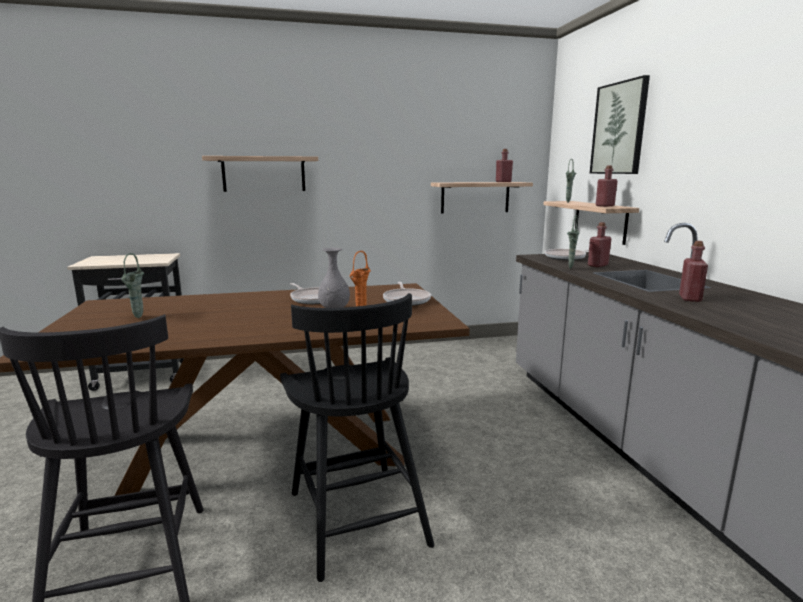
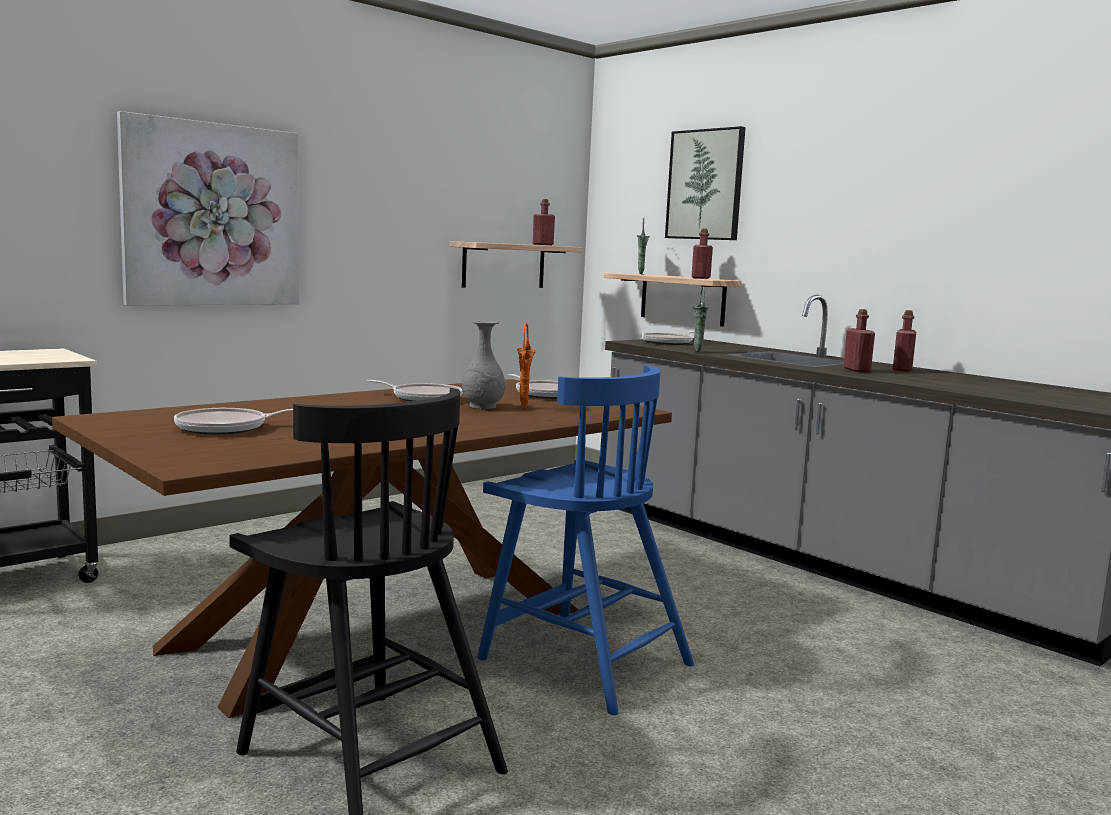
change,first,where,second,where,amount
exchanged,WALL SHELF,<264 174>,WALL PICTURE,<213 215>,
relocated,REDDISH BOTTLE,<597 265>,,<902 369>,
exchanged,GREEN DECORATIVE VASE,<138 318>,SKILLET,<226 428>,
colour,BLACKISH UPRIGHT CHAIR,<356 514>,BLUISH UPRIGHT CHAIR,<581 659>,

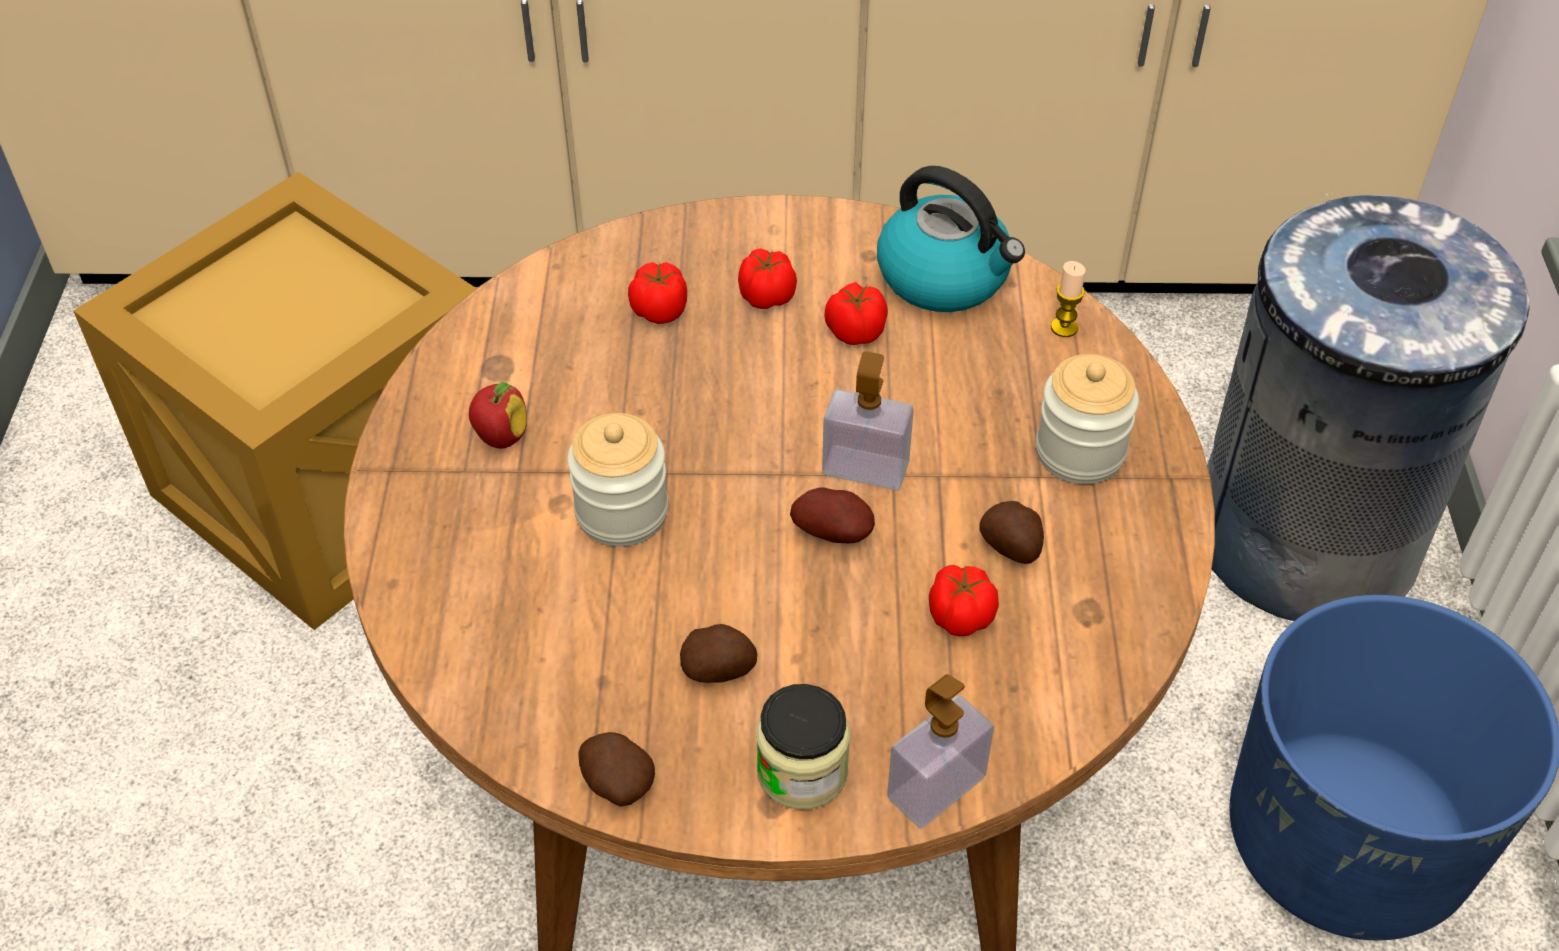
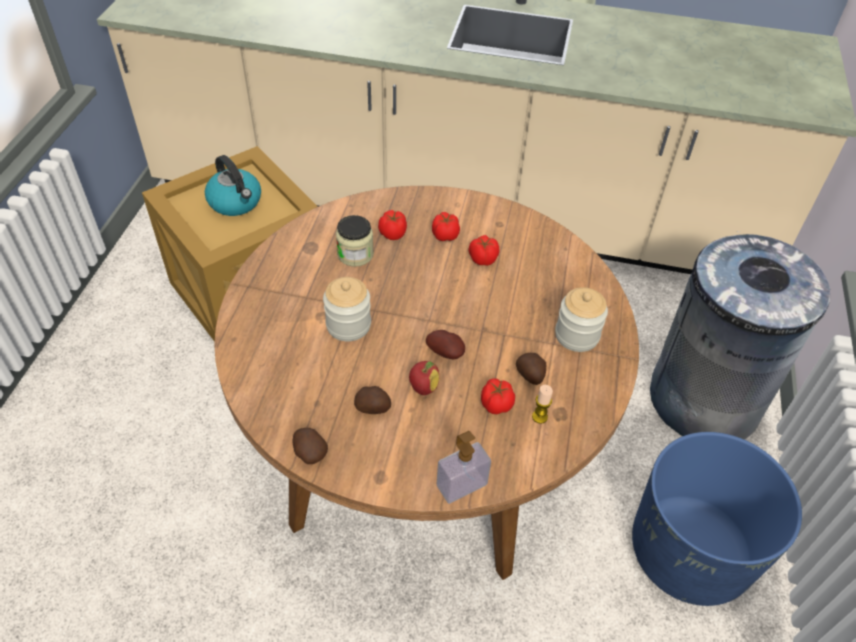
change,first,where,second,where,amount
relocated,KETTLE,<945 277>,,<236 202>,
relocated,WAX CANDLE,<1064 327>,,<539 417>,
missing,LIQUID SOAP BOTTLE,<865 468>,,,
relocated,APPLE,<501 437>,,<423 388>,
relocated,PRESERVE JAR,<802 771>,,<355 254>,

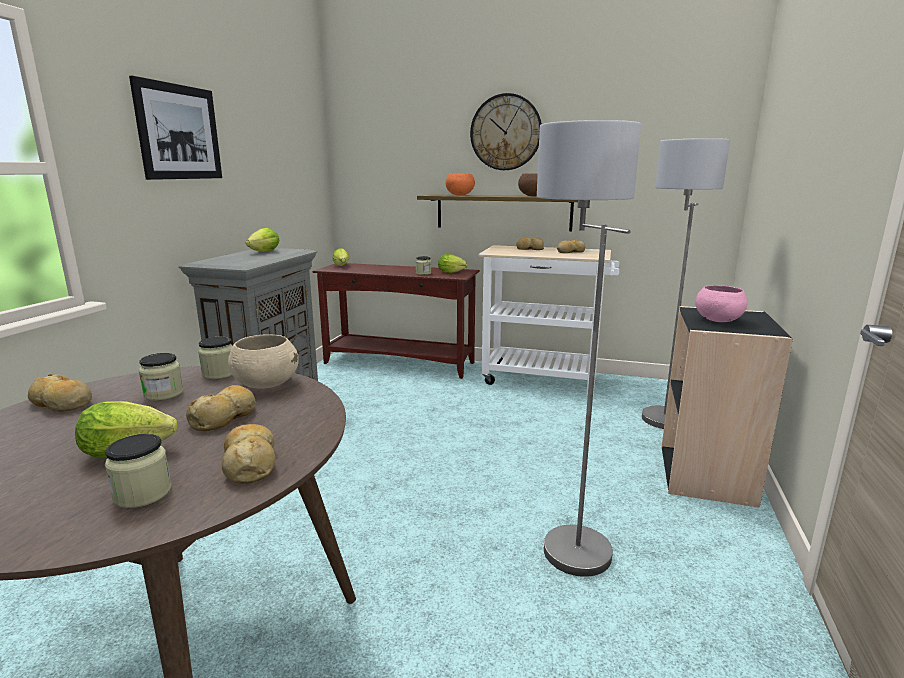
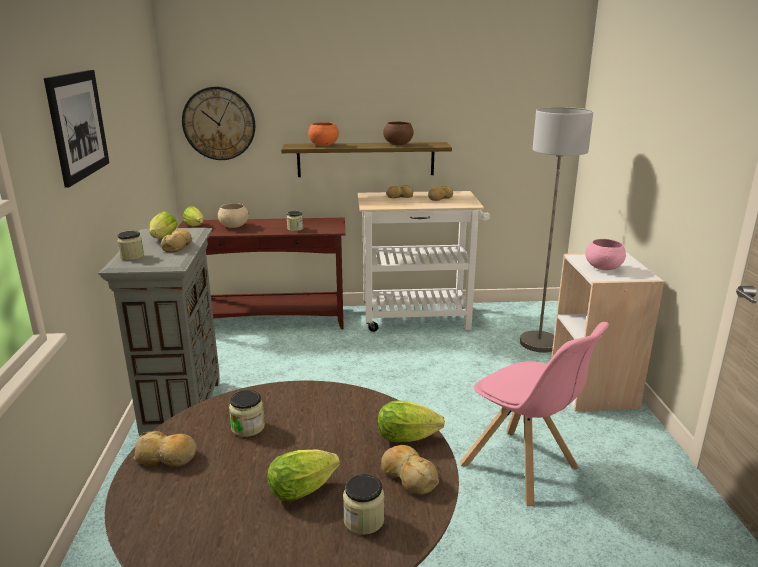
change,first,where,second,where,amount
relocated,WALL CLOCK,<506 132>,,<219 123>,
exchanged,GREYISH STANDARD LAMP,<565 540>,PINKISH UPRIGHT CHAIR,<524 468>,
relocated,LETTUCE HEAD,<453 273>,,<411 438>,
colour,BLACKISH BOOKSHELF,<707 475>,WHITE-COLOURED BOOKSHELF,<594 389>,
relocated,BEIGE-COLOURED SERVING BOWL,<266 384>,,<234 226>,
relocated,PRESERVE JAR,<219 373>,,<132 256>,
relocated,BREAD,<225 417>,,<177 246>,

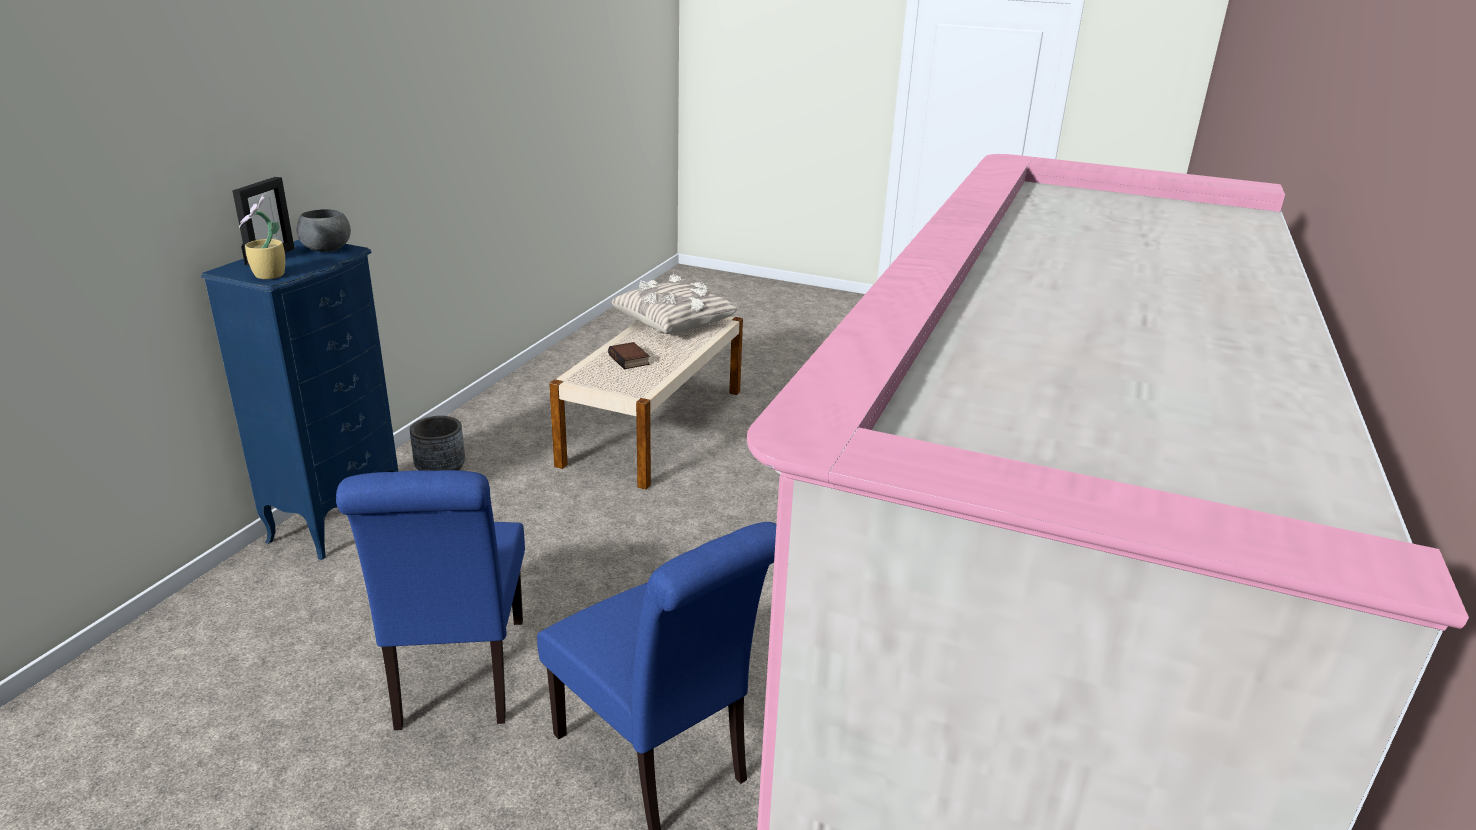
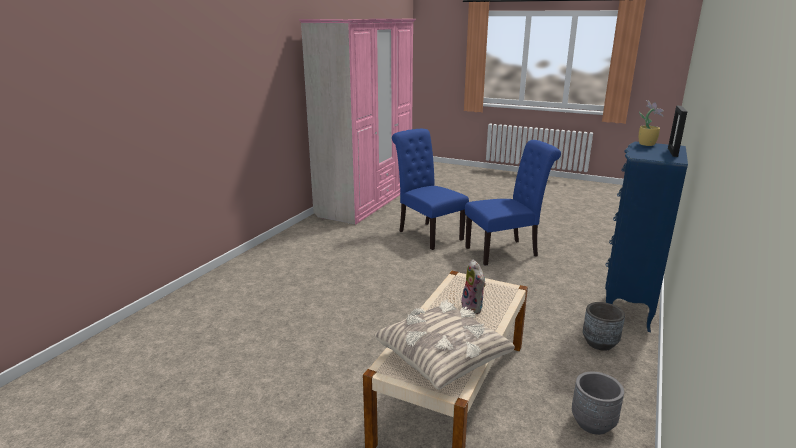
change,first,where,second,where,amount
missing,GREYISH SERVING BOWL,<327 250>,,,
exchanged,BOOK,<630 360>,SOFT TOY,<474 308>,
spun,BLUISH UPRIGHT CHAIR,<458 679>,,<505 251>,75 degrees clockwise
appeared,,,GREYISH PLANTER,<593 423>,

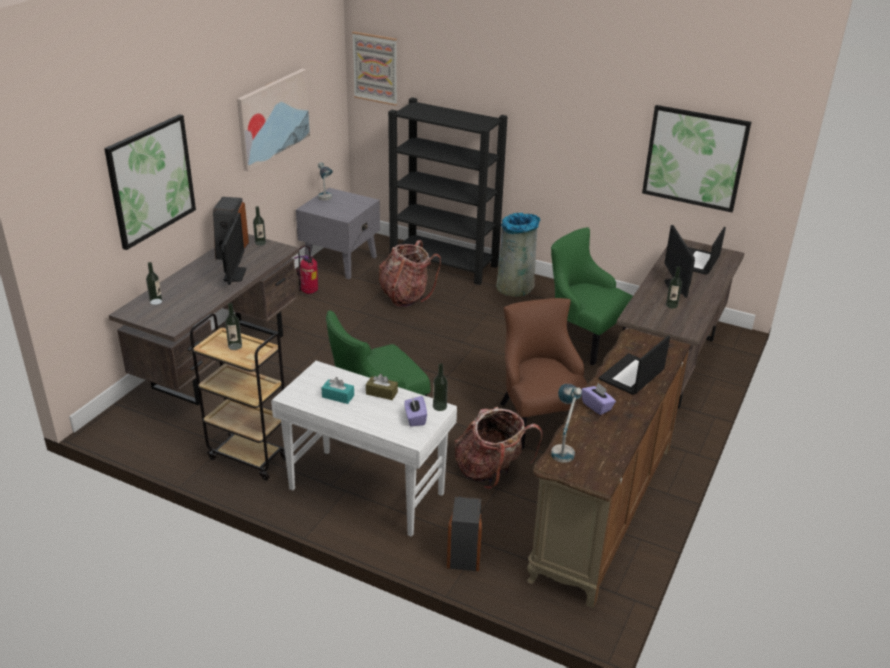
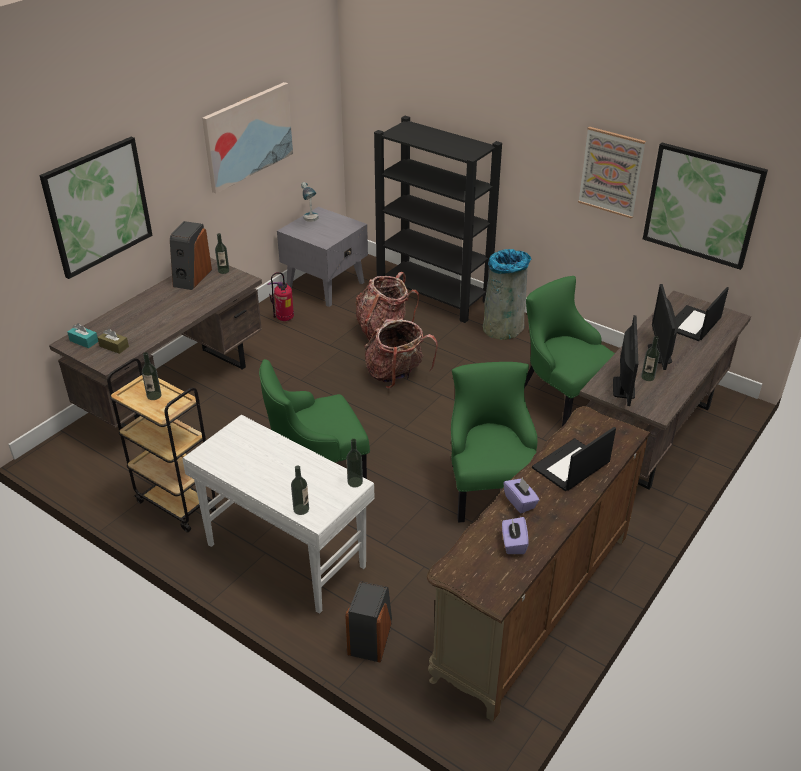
change,first,where,second,where,amount
relocated,WALL PICTURE,<375 68>,,<611 172>,
relocated,COMPUTER DISPLAY,<234 274>,,<623 387>,
relocated,BOTTLE,<156 301>,,<301 509>,
colour,BROWNISH UPRIGHT CHAIR,<539 423>,GREEN UPRIGHT CHAIR,<489 493>,
relocated,BROWNISH TISSUE HOLDER,<381 393>,,<114 346>,
relocated,TURQUOISE-COLOURED TISSUE HOLDER,<338 396>,,<84 341>,
missing,TABLETOP LAMP,<563 448>,,,
relocated,PURPLE TISSUE HOLDER,<415 418>,,<513 543>,
relocated,BACKPACK,<491 471>,,<396 375>,

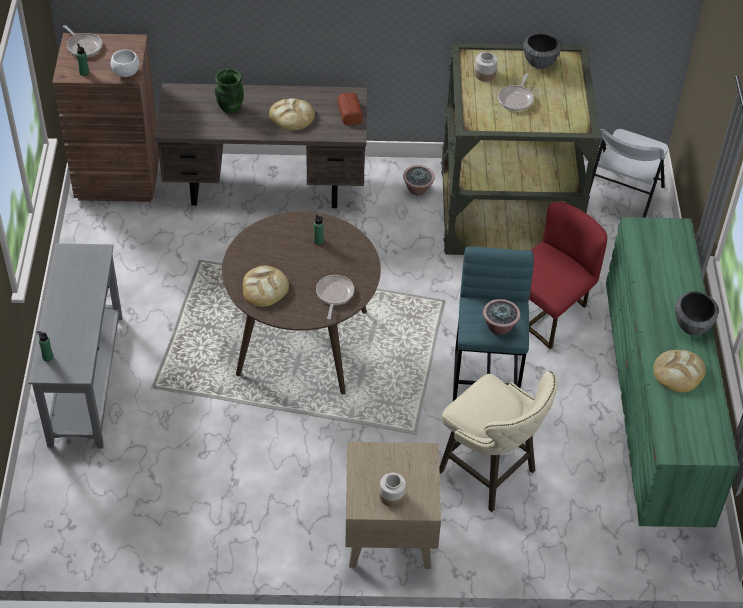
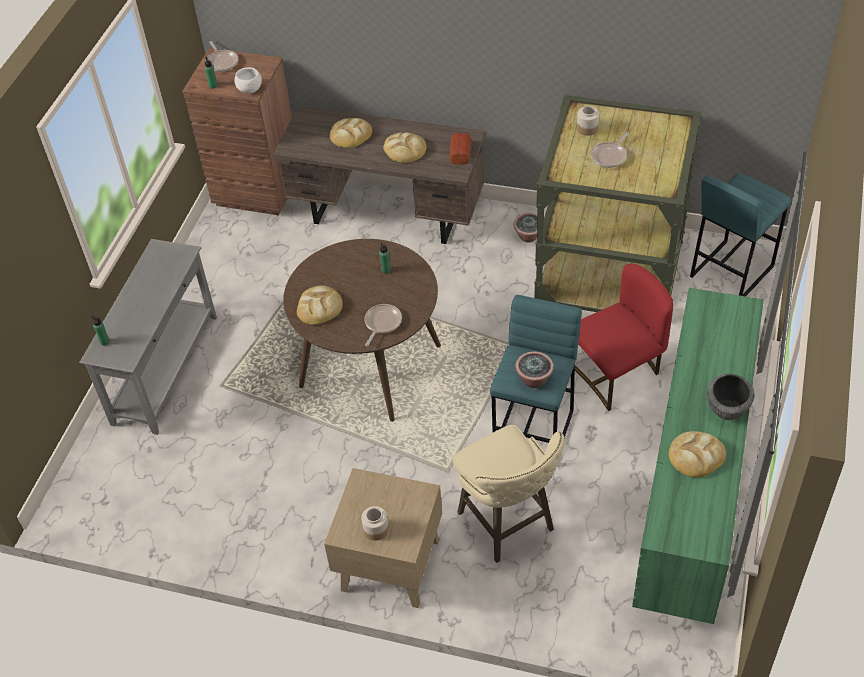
change,first,where,second,where,amount
missing,SERVING BOWL,<539 63>,,,
exchanged,GREEN DECORATIVE VASE,<230 108>,BREAD,<350 135>,
exchanged,WHITE-COLOURED UPRIGHT CHAIR,<622 198>,TURQUOISE-COLOURED STOOL,<730 272>,

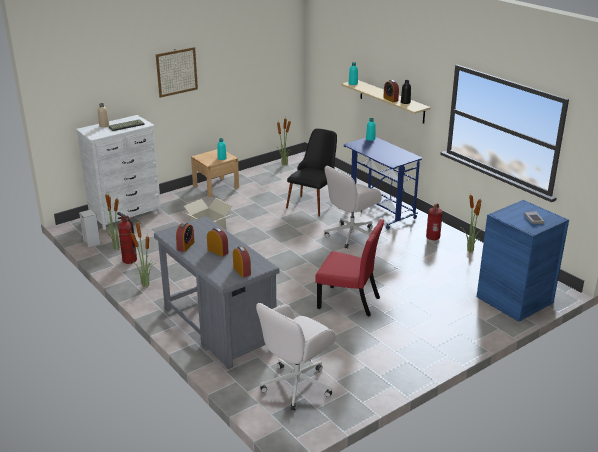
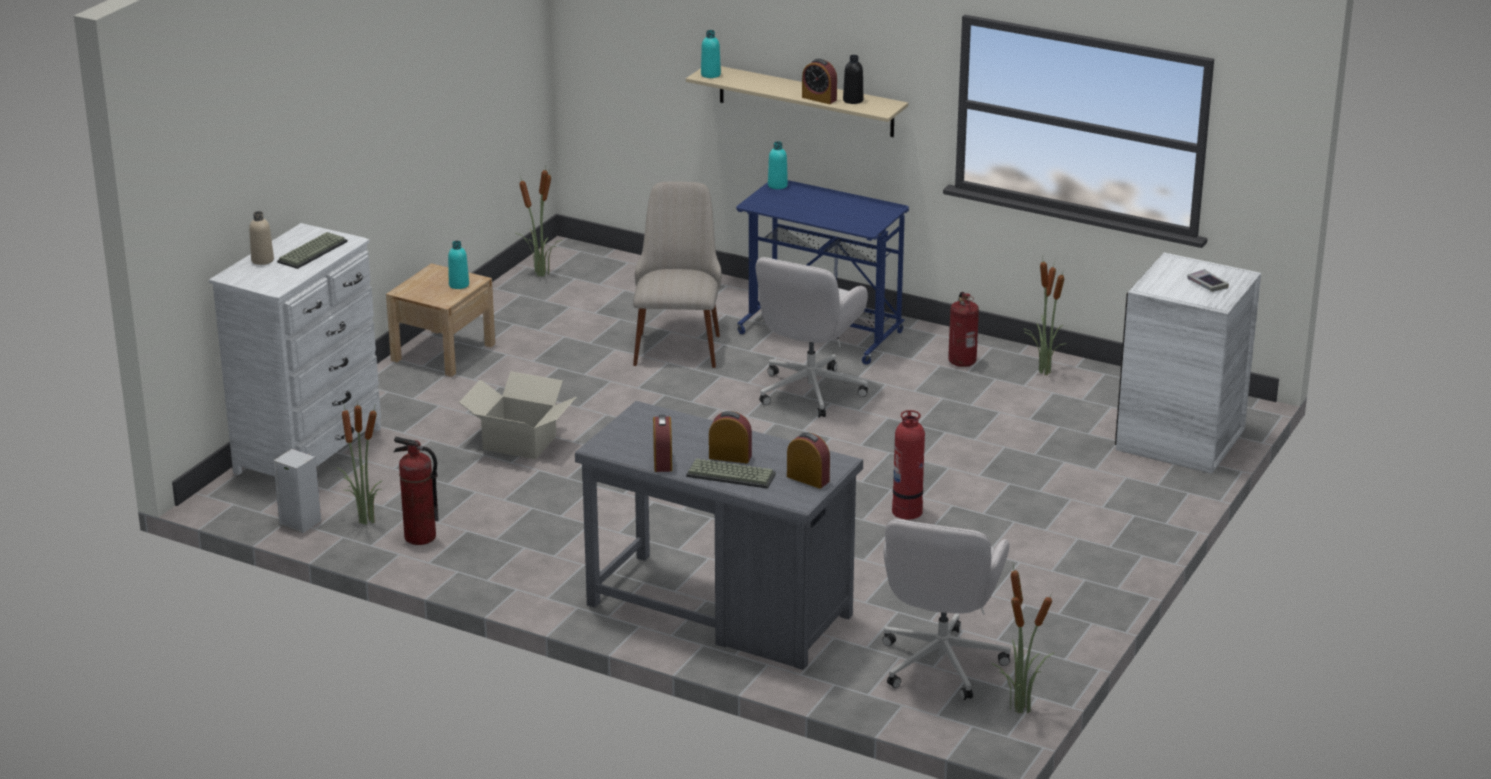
change,first,where,second,where,amount
missing,WALL PICTURE,<176 71>,,,
colour,BLACKISH UPRIGHT CHAIR,<313 202>,BEIGE-COLOURED UPRIGHT CHAIR,<678 342>,
colour,BLUISH STORAGE CABINET,<514 300>,WHITE-COLOURED STORAGE CABINET,<1179 440>,
exchanged,REDDISH UPRIGHT CHAIR,<348 301>,EXTINGUISHER,<907 511>,
relocated,PLANT IN A POT,<146 284>,,<1019 707>,
appeared,,,COMPUTER KEYBOARD,<732 474>,

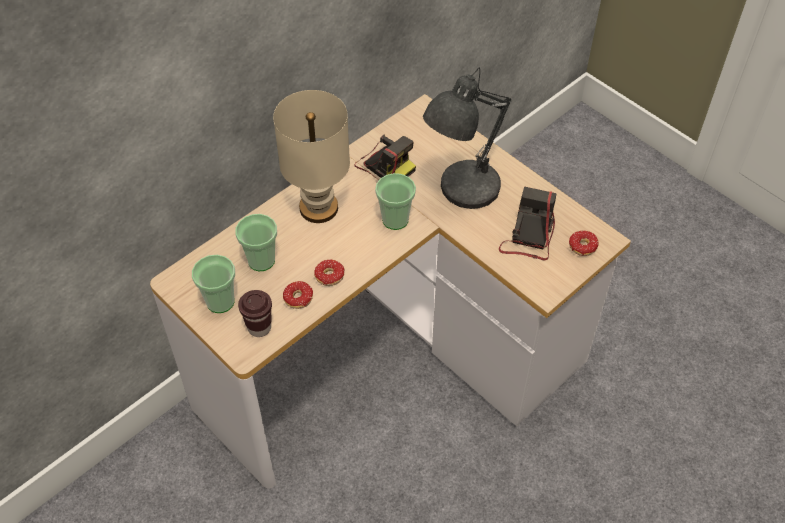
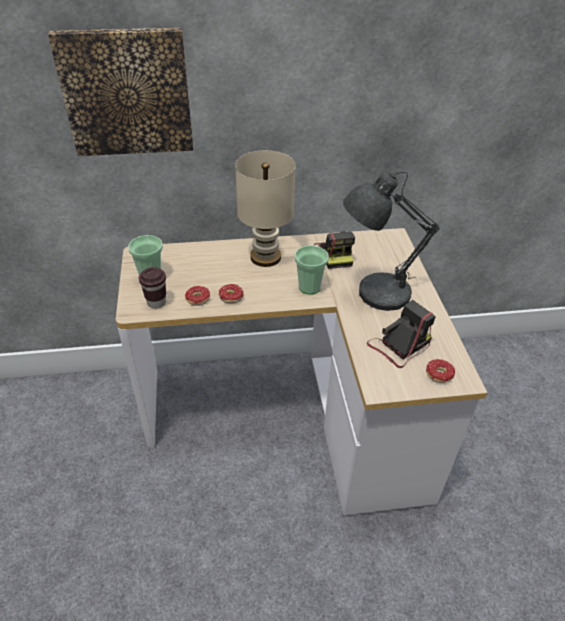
change,first,where,second,where,amount
missing,DRINKING CUP,<261 260>,,,
appeared,,,WALL PICTURE,<127 93>,

